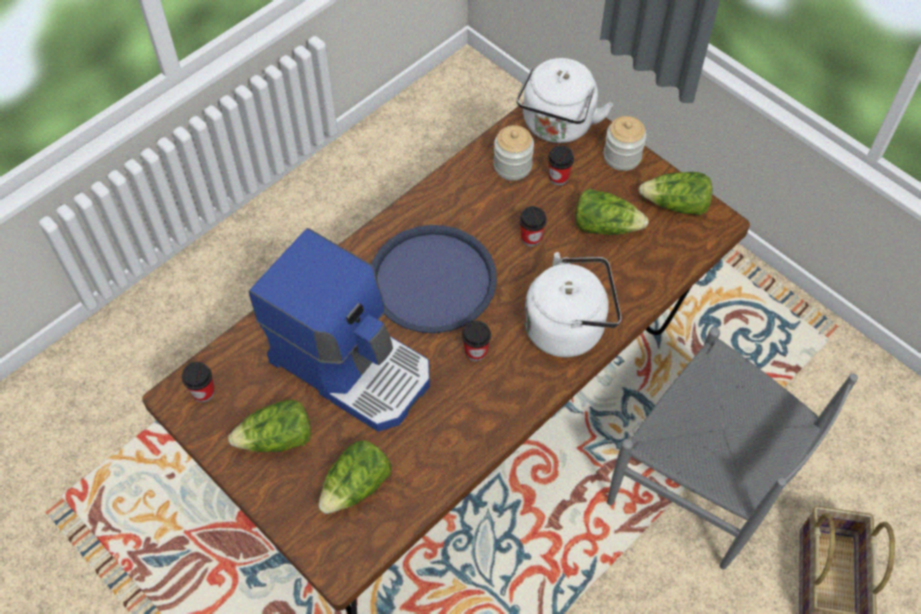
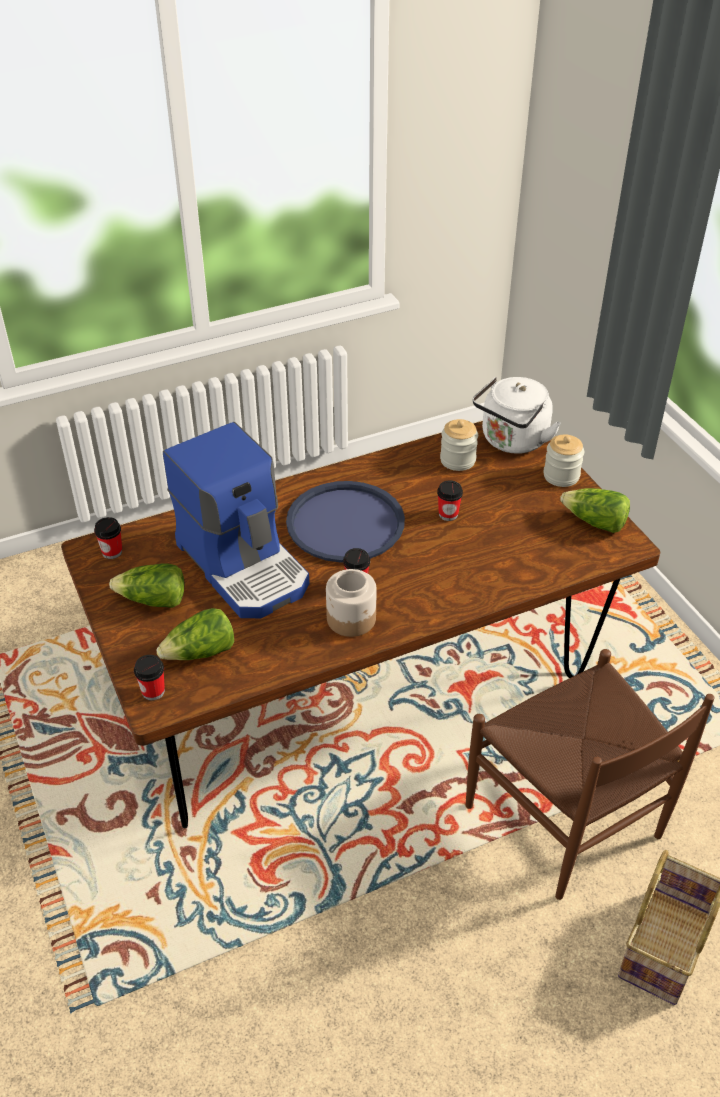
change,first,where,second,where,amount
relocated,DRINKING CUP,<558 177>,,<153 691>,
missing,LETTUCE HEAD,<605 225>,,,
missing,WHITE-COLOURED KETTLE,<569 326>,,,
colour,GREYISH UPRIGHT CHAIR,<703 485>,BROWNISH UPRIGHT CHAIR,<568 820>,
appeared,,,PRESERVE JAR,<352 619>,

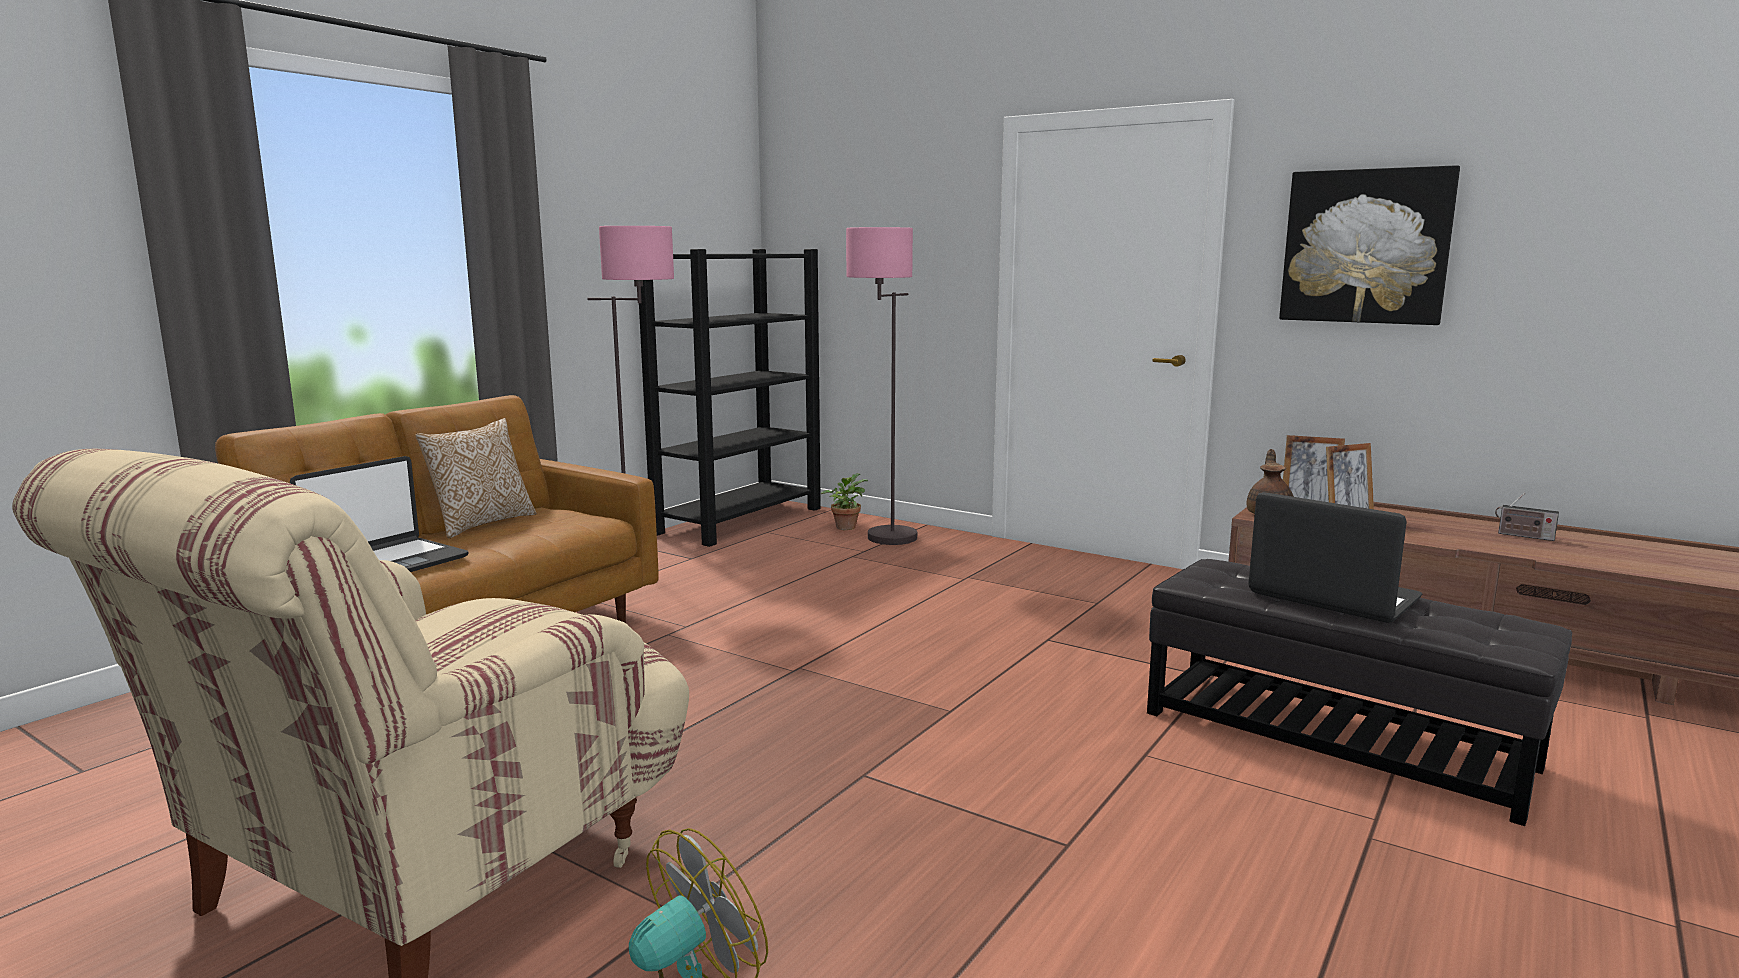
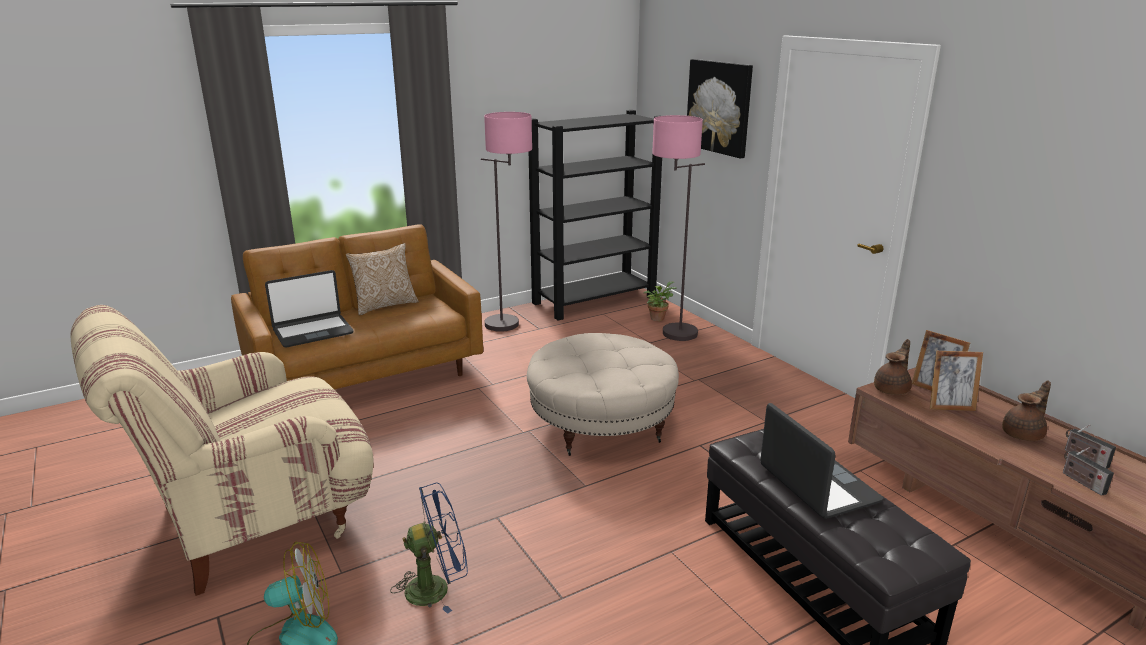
change,first,where,second,where,amount
relocated,WALL PICTURE,<1365 246>,,<719 107>,
appeared,,,BEIGE-COLOURED POUFFE,<601 423>,
appeared,,,BROWNISH TEAPOT,<1024 434>,
appeared,,,RADIO RECEIVER,<1081 482>,
appeared,,,BLUISH COOLING FAN,<436 587>,

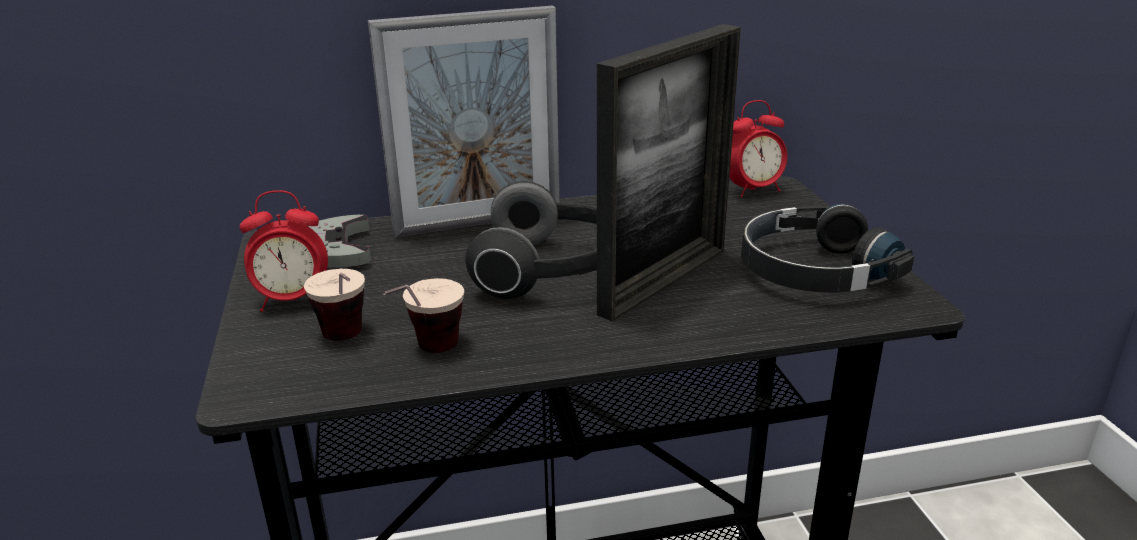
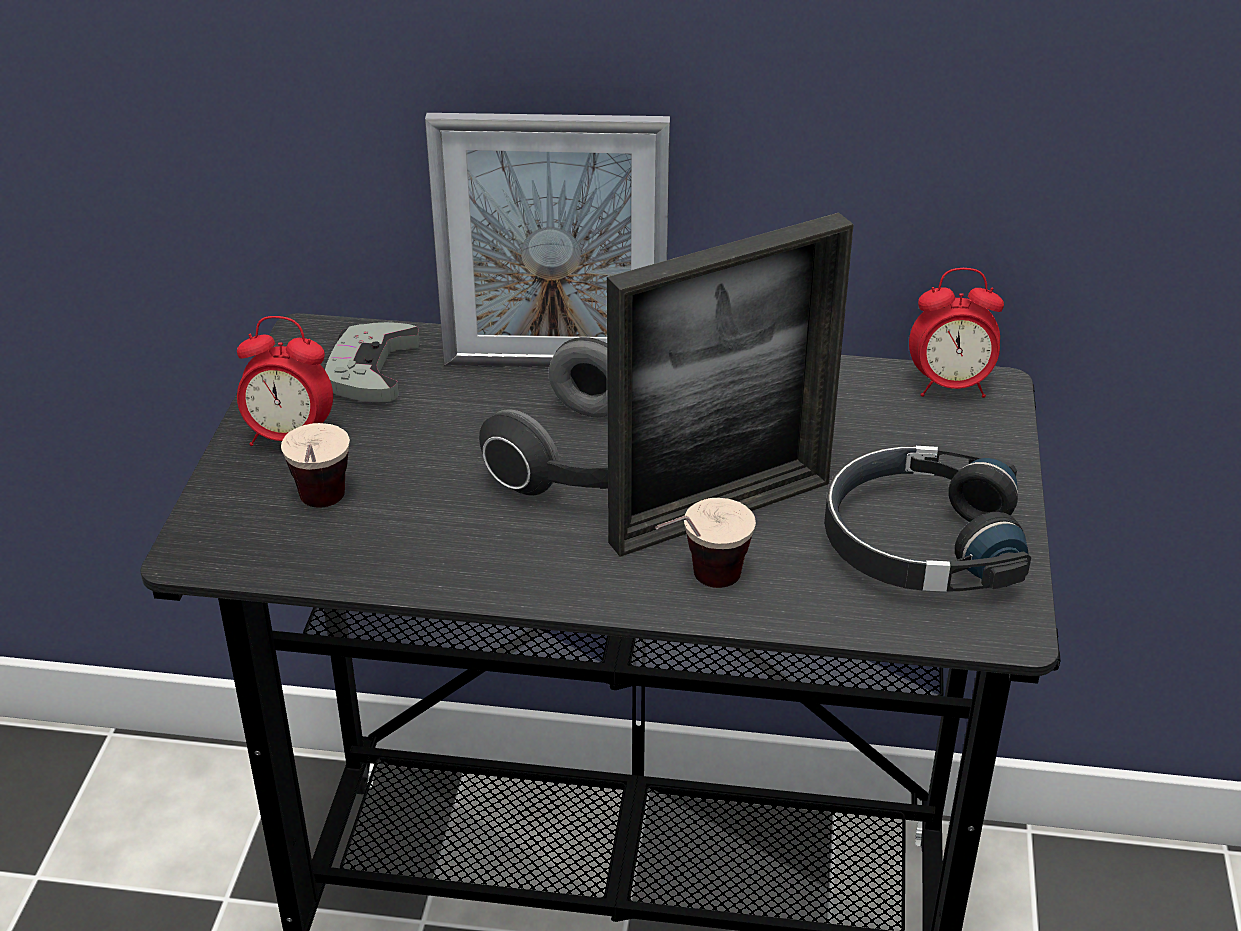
change,first,where,second,where,amount
relocated,DRINKING CUP,<426 356>,,<698 588>,

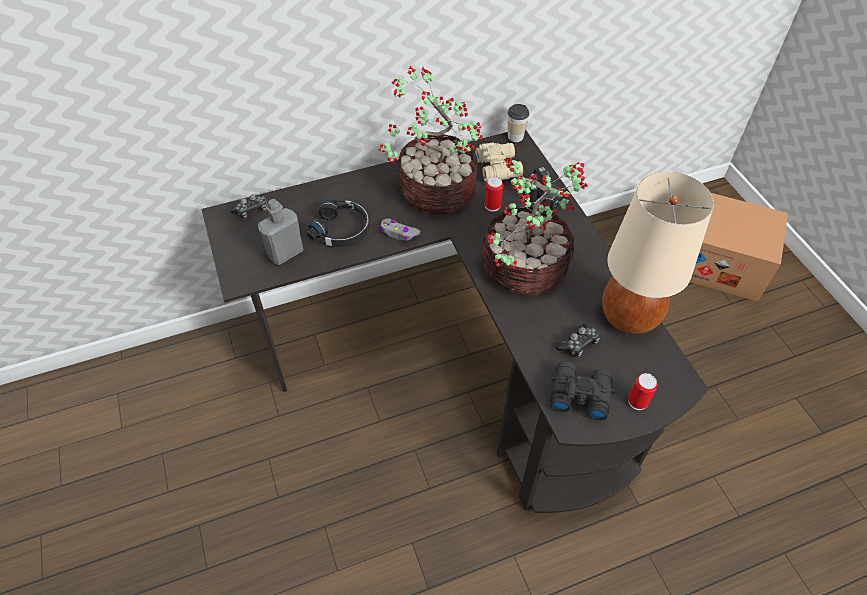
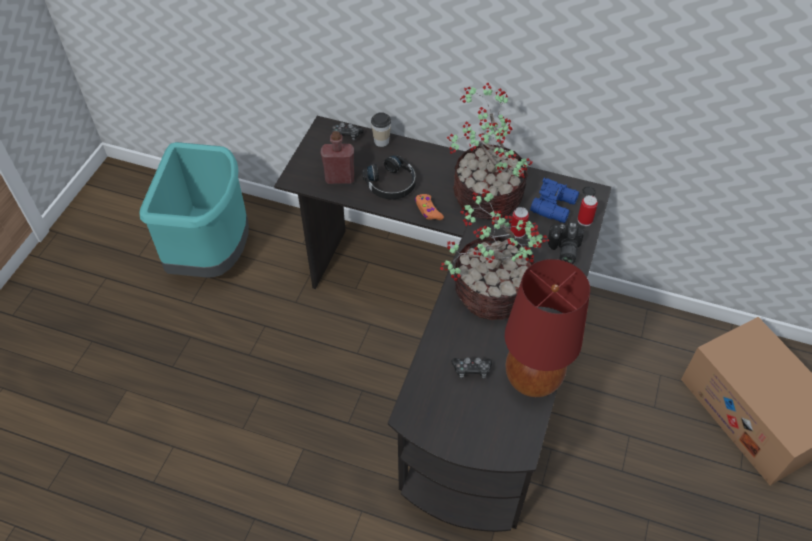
change,first,where,second,where,amount
relocated,DRINKING CUP,<515 136>,,<381 141>,
colour,BEIGE-COLOURED PAIR OF BINOCULARS,<499 167>,BLUISH PAIR OF BINOCULARS,<555 206>,
colour,BEIGE-COLOURED TABLETOP LAMP,<629 317>,REDDISH TABLETOP LAMP,<532 379>,
colour,GREYISH BOTTLE,<285 253>,REDDISH BOTTLE,<339 178>,
colour,GREYISH GAMEPAD,<399 233>,ORANGE GAMEPAD,<428 210>,
missing,BLACKISH PAIR OF BINOCULARS,<578 393>,,,
relocated,CAN,<637 401>,,<584 220>,
appeared,,,TURQUOISE-COLOURED TRASH CAN,<212 254>,

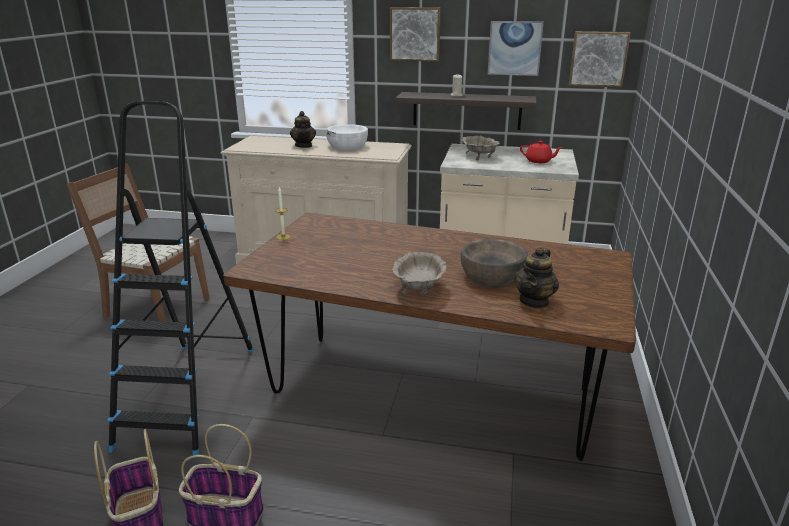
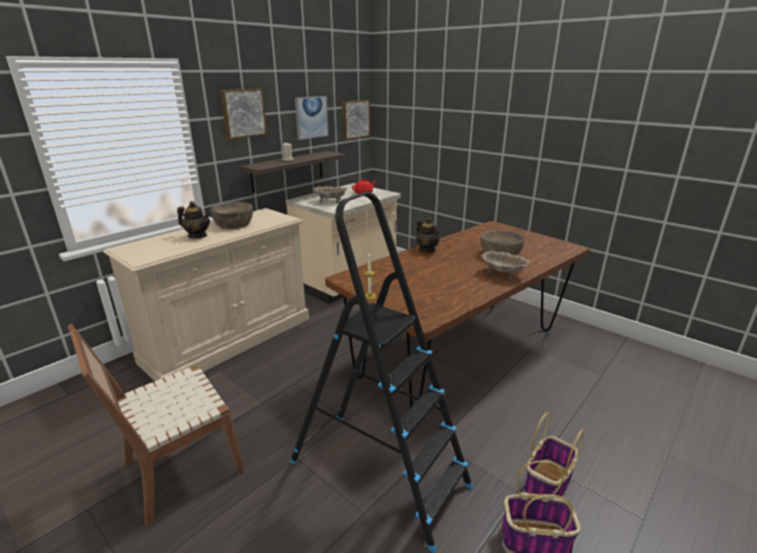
change,first,where,second,where,amount
colour,WHITE-COLOURED SERVING BOWL,<347 146>,BROWNISH SERVING BOWL,<234 224>,
relocated,TEAPOT,<534 301>,,<427 250>,

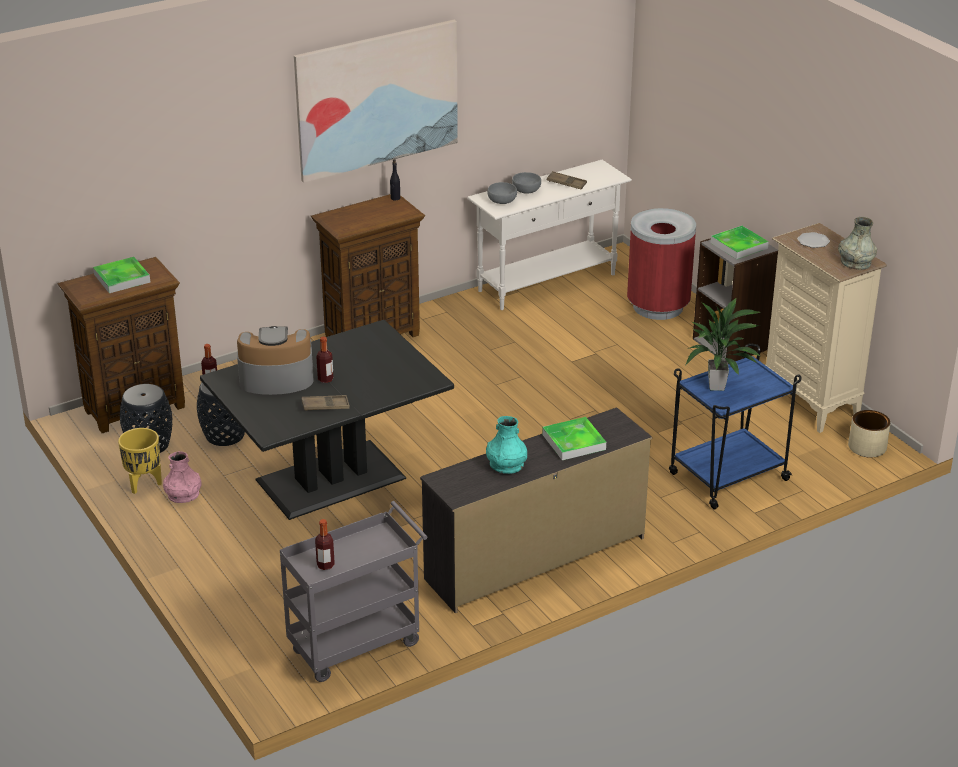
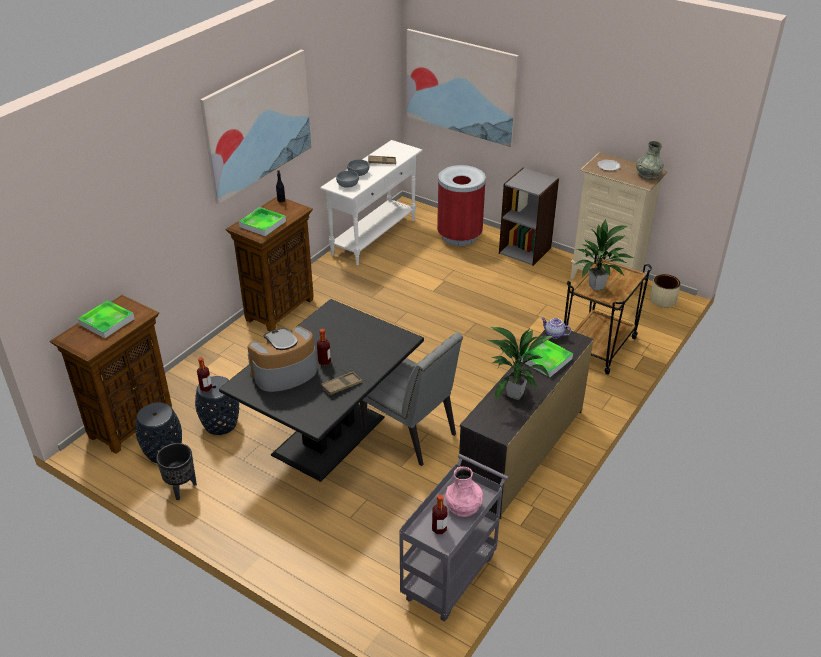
change,first,where,second,where,amount
relocated,CARRYING TRAY,<739 245>,,<262 224>,
colour,BLUISH CART,<727 477>,BROWNISH CART,<597 348>,
exchanged,TURQUOISE-COLOURED DECORATIVE VASE,<506 465>,PLANT IN A POT,<514 394>,
colour,YELLOW PLANTER,<144 484>,BLACKISH PLANTER,<182 488>,
relocated,PINKISH DECORATIVE VASE,<183 495>,,<463 506>,
appeared,,,WALL PICTURE,<460 87>,
appeared,,,TEAPOT,<554 334>,
appeared,,,GREYISH UPRIGHT CHAIR,<408 433>,

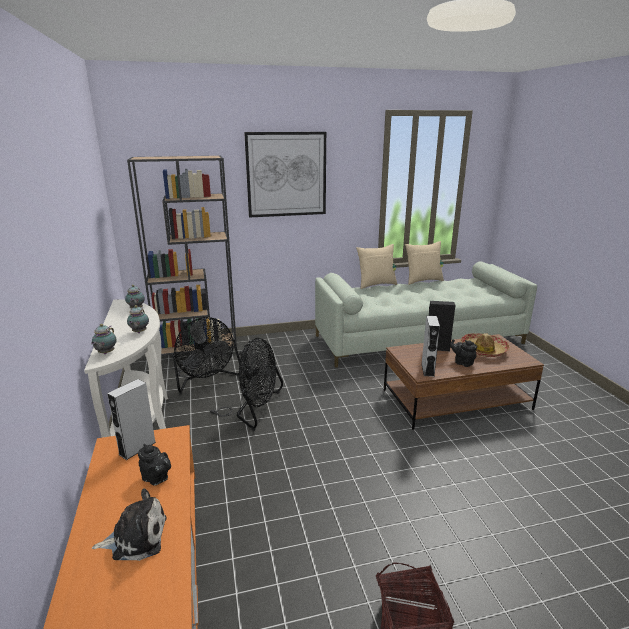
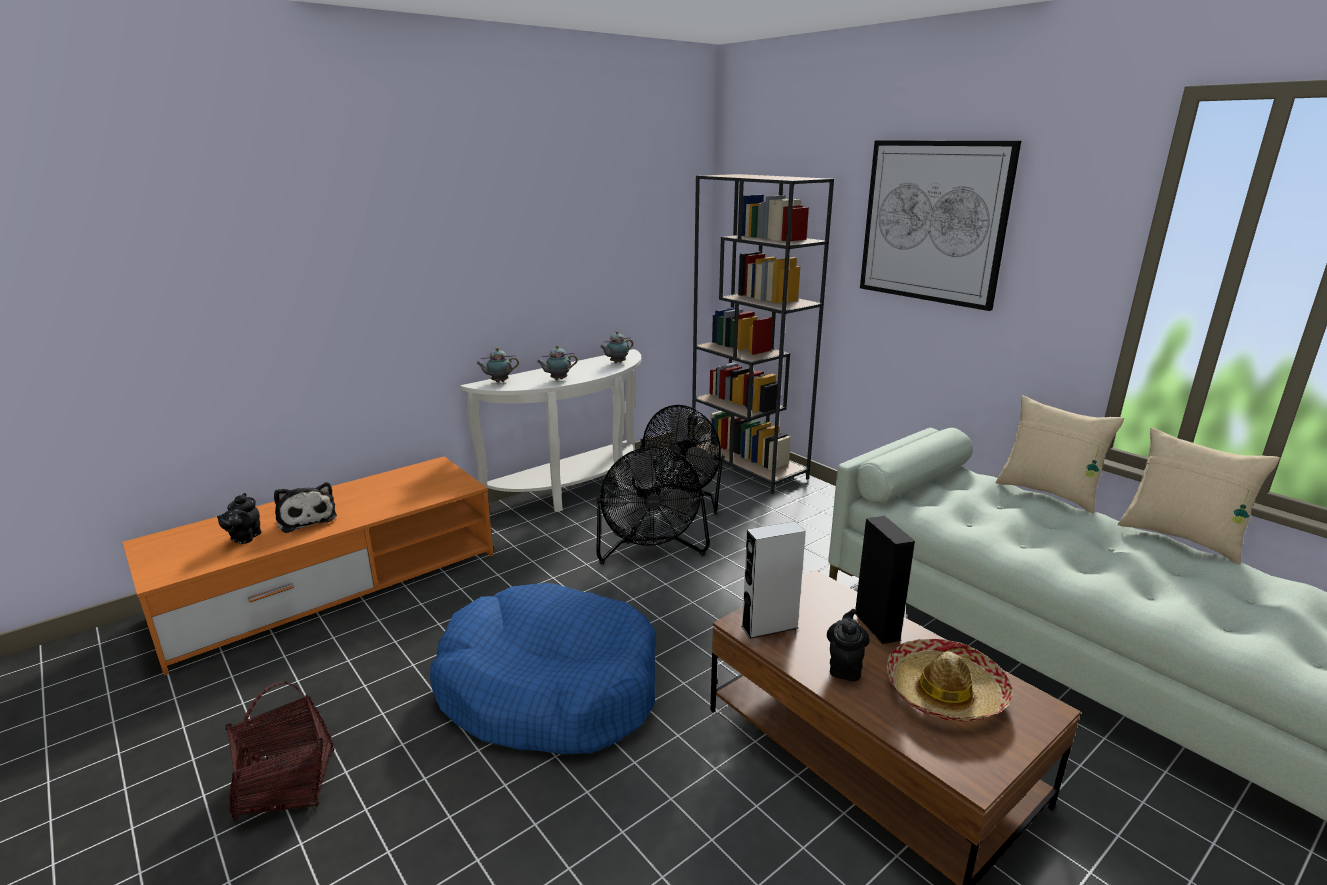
change,first,where,second,where,amount
missing,GREYISH AUDIO SPEAKER,<137 448>,,,
relocated,BLACKISH TEAPOT,<157 479>,,<244 538>,
appeared,,,BLUISH DOG BED,<549 689>,

